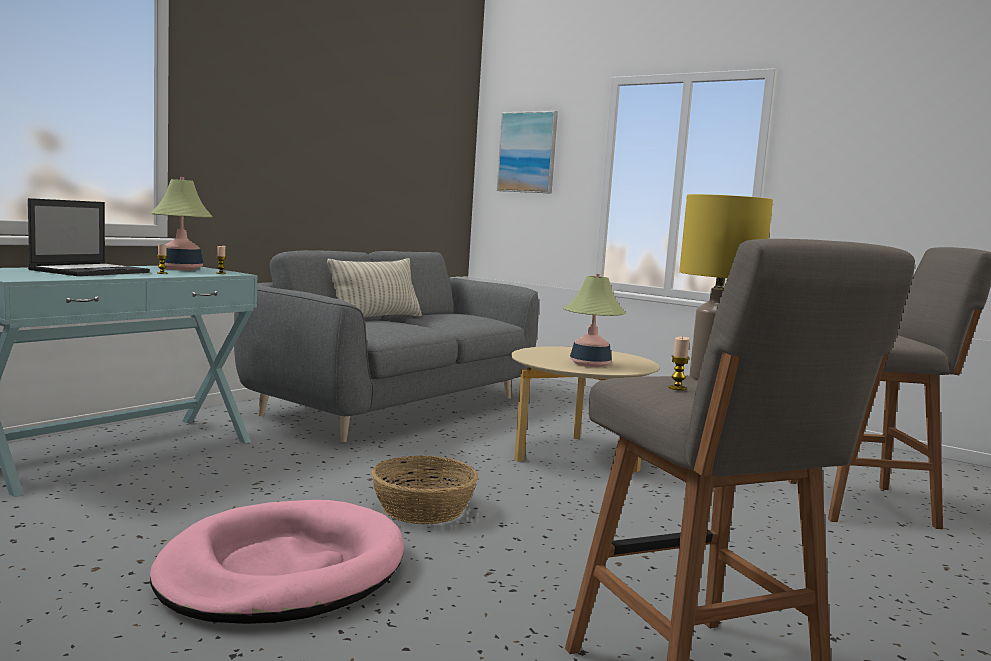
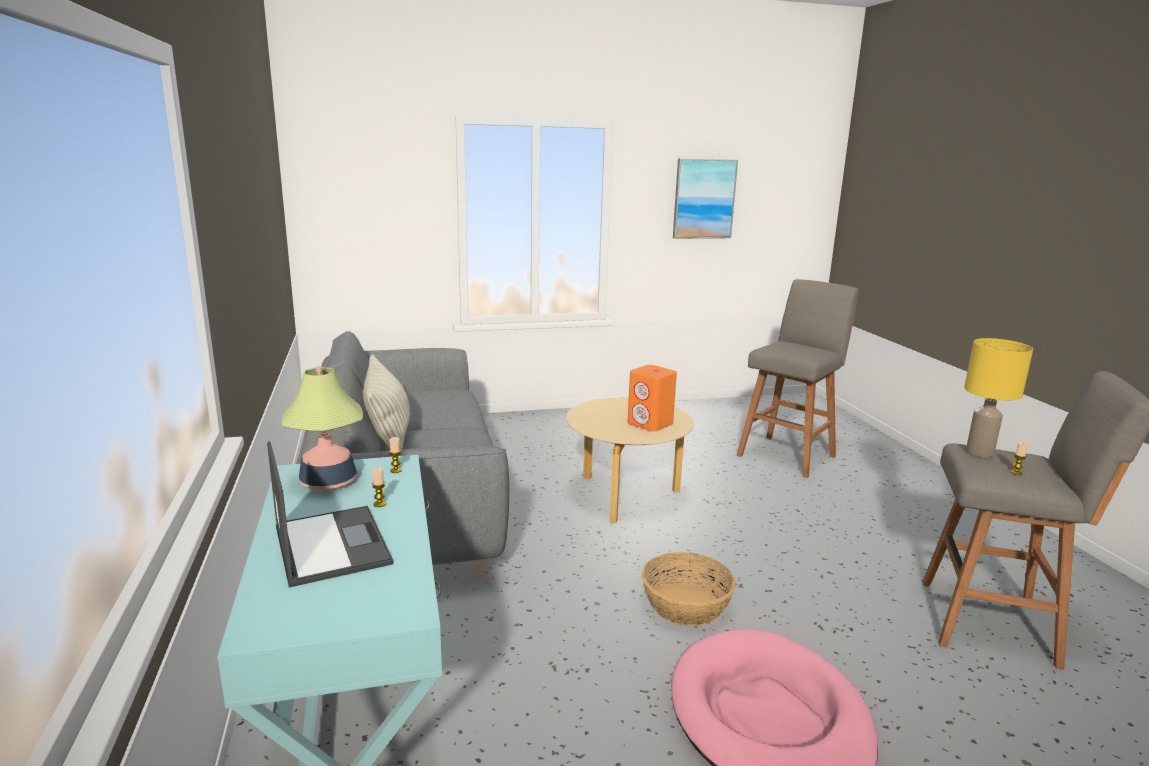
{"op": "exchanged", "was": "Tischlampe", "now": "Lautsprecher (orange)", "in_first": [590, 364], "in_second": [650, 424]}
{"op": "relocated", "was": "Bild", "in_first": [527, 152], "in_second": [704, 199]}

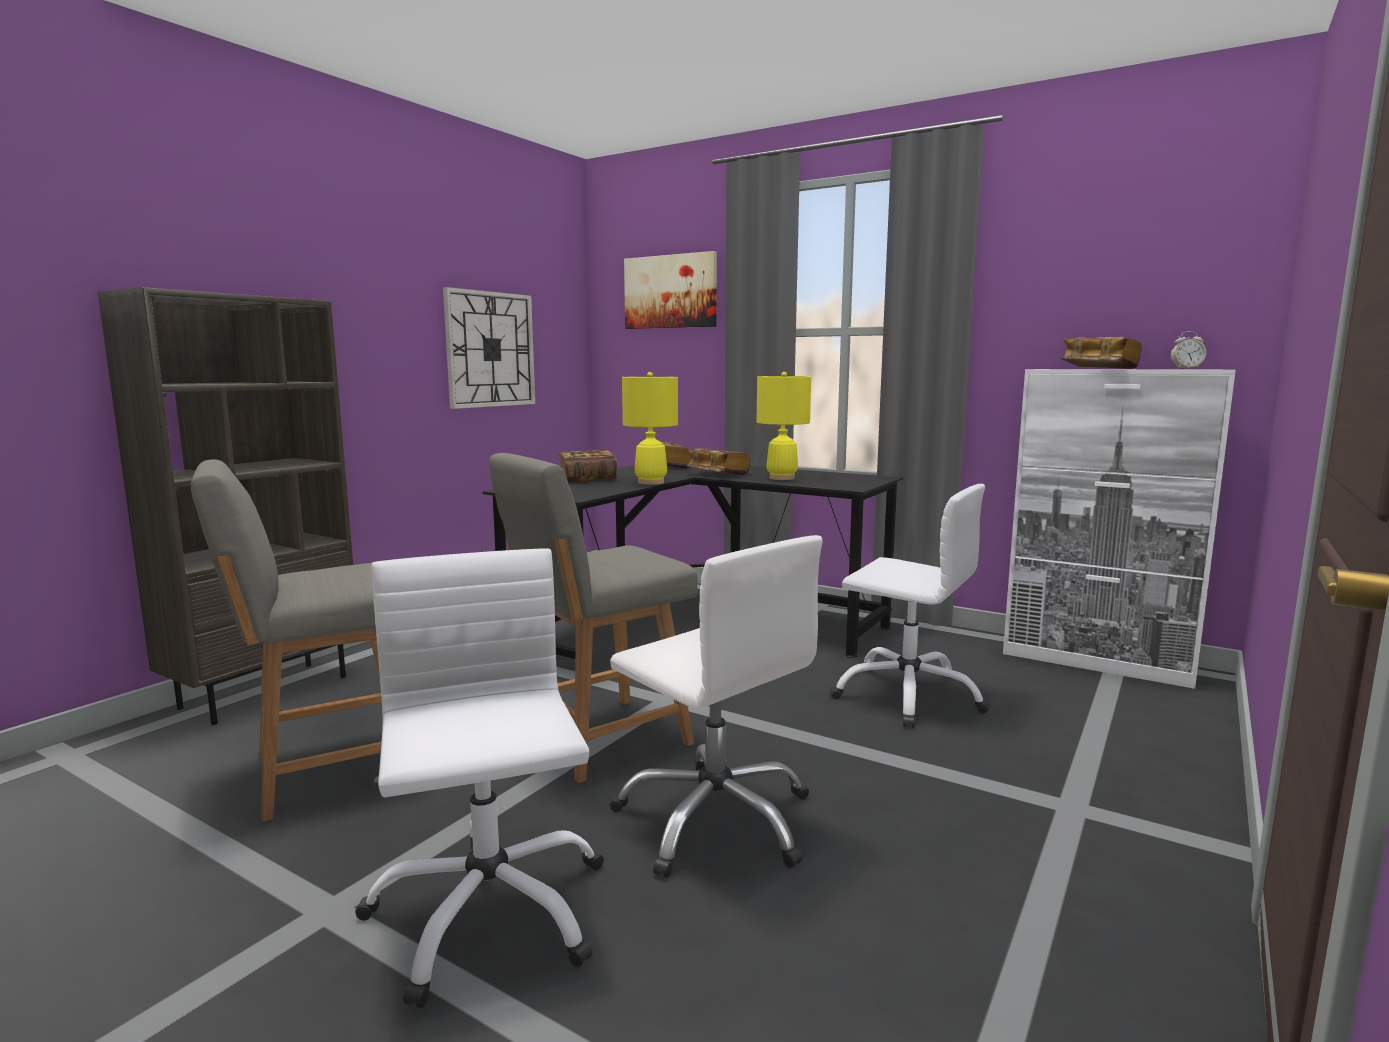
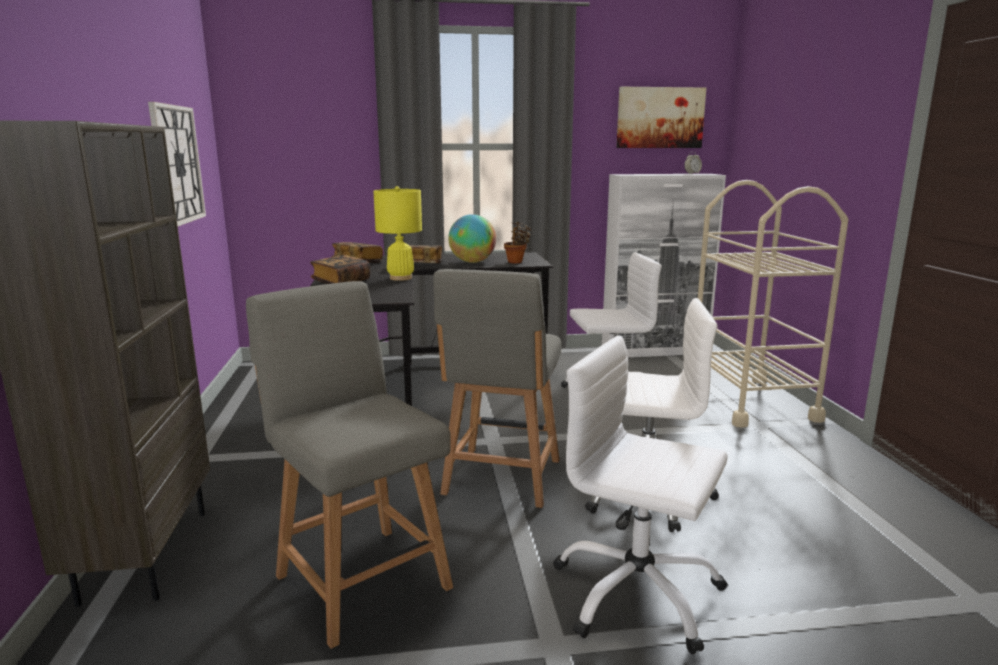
{"op": "spun", "was": "Stuhl (grau)", "in_first": [330, 771], "in_second": [360, 578], "clockwise": 120}
{"op": "exchanged", "was": "Tischlampe (gelb)", "now": "Globus", "in_first": [782, 478], "in_second": [472, 262]}
{"op": "appeared", "now": "Topfpflanze", "in_second": [516, 262]}
{"op": "relocated", "was": "Bild", "in_first": [671, 292], "in_second": [660, 118]}
{"op": "appeared", "now": "Rollwagen (beige)", "in_second": [750, 401]}
{"op": "missing", "was": "Buch", "in_first": [1099, 368]}

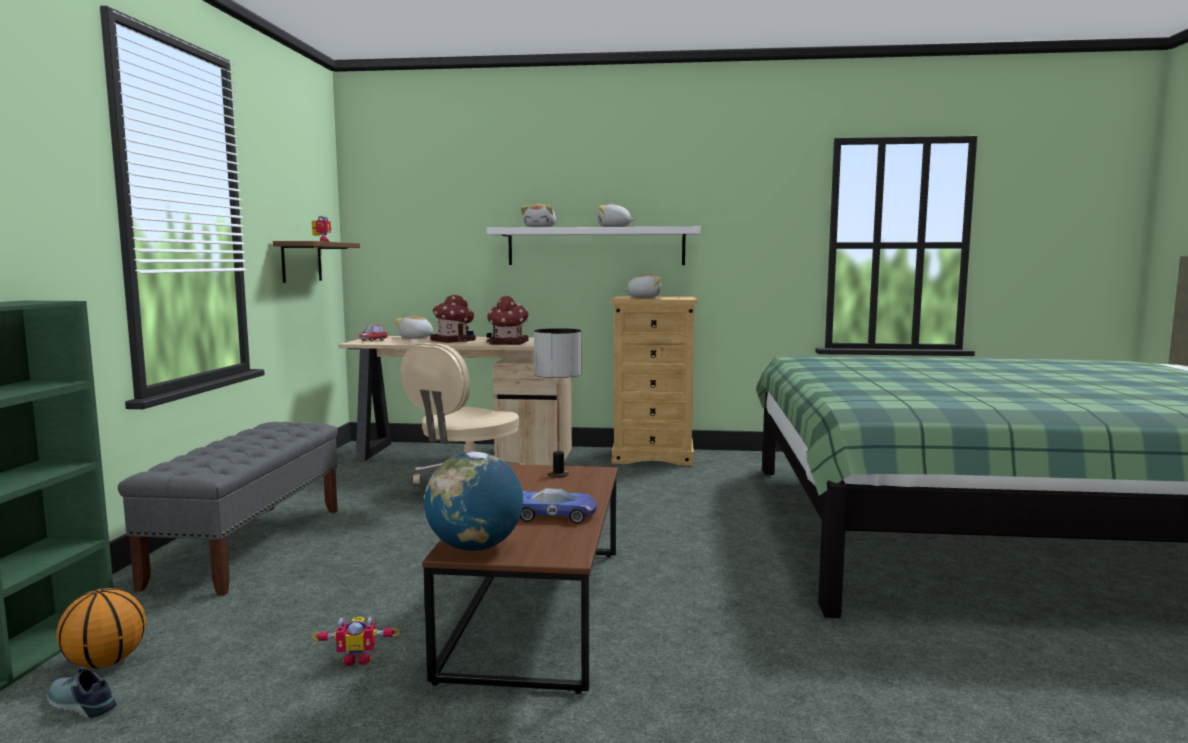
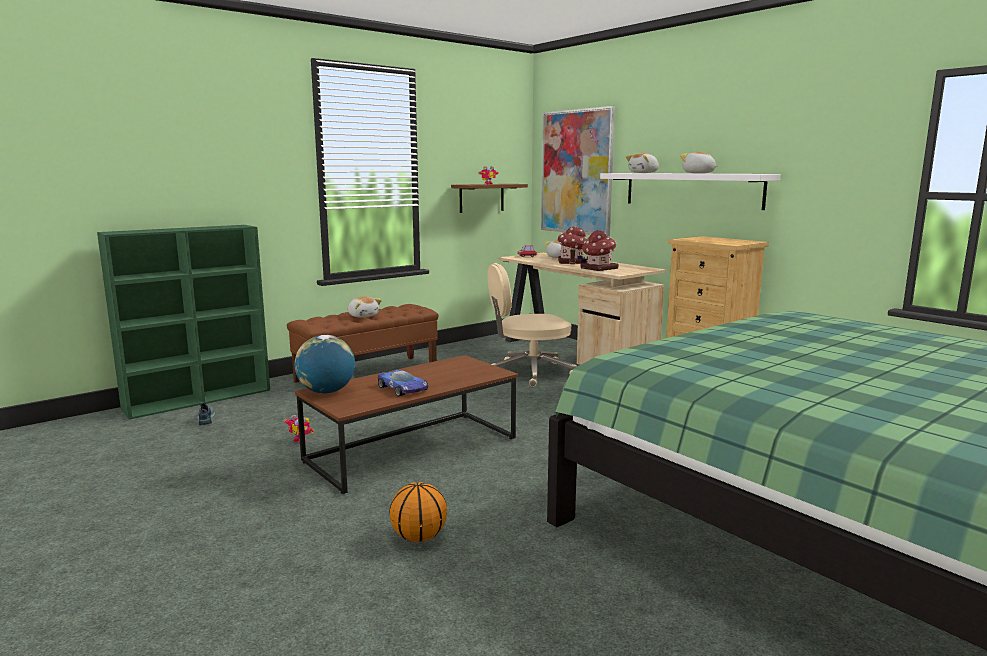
{"op": "colour", "was": "Bank (grau)", "now": "Bank (braun)", "in_first": [250, 545], "in_second": [368, 374]}
{"op": "relocated", "was": "Plüschtier", "in_first": [643, 297], "in_second": [363, 316]}
{"op": "relocated", "was": "Basketball", "in_first": [104, 662], "in_second": [418, 537]}
{"op": "appeared", "now": "Bild", "in_second": [576, 172]}
{"op": "missing", "was": "Tischlampe", "in_first": [558, 475]}

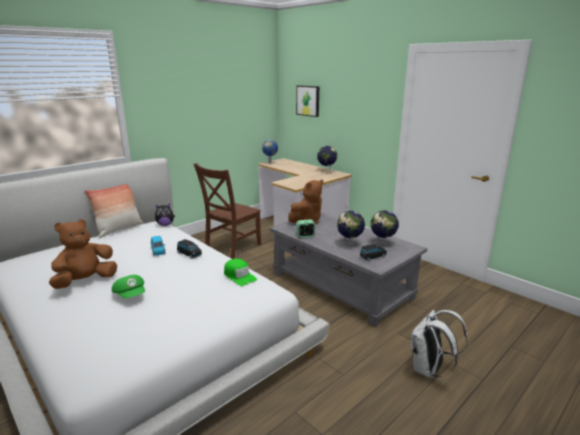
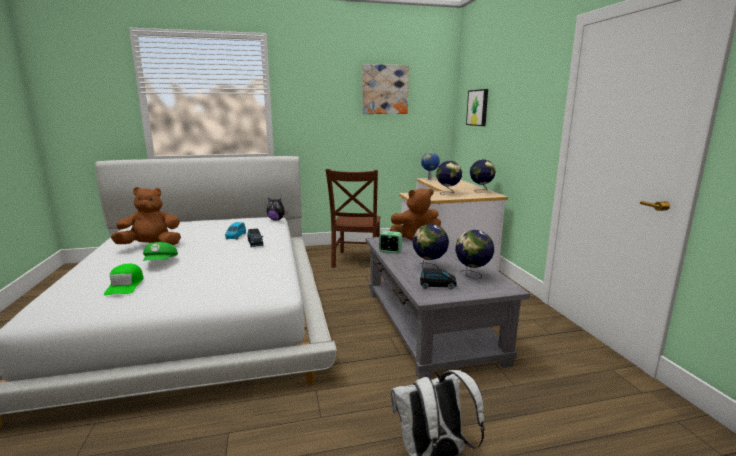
{"op": "relocated", "was": "Kappe (grün)", "in_first": [239, 276], "in_second": [125, 285]}
{"op": "spun", "was": "Stuhl (braun)", "in_first": [231, 247], "in_second": [356, 261], "clockwise": -60}
{"op": "appeared", "now": "Bild", "in_second": [385, 89]}
{"op": "appeared", "now": "Globus", "in_second": [448, 193]}
{"op": "missing", "was": "Kissen", "in_first": [119, 229]}

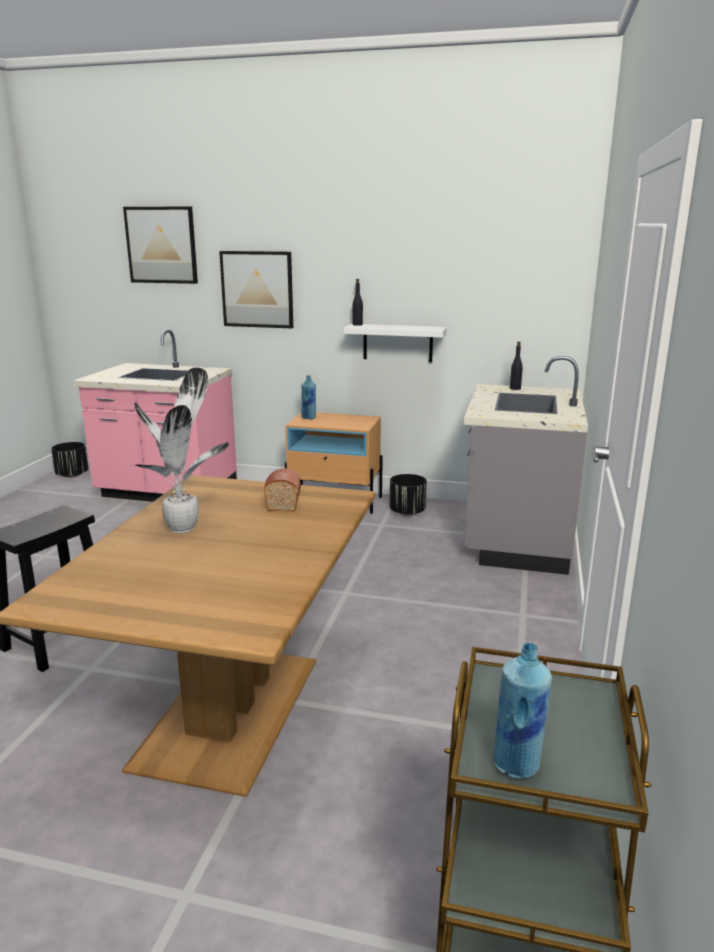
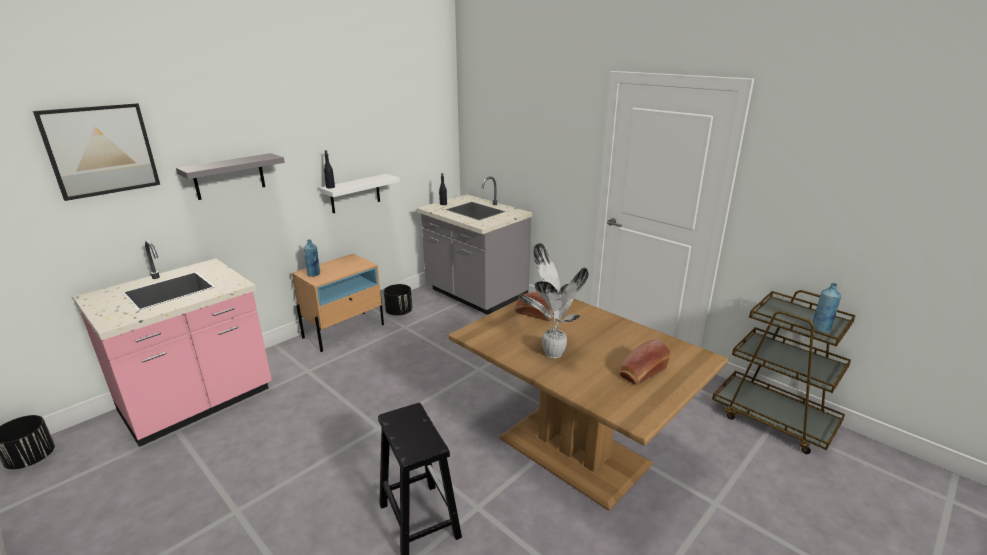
{"op": "exchanged", "was": "Bild", "now": "Wandregal (grau)", "in_first": [257, 289], "in_second": [229, 176]}
{"op": "appeared", "now": "Brot", "in_second": [641, 372]}

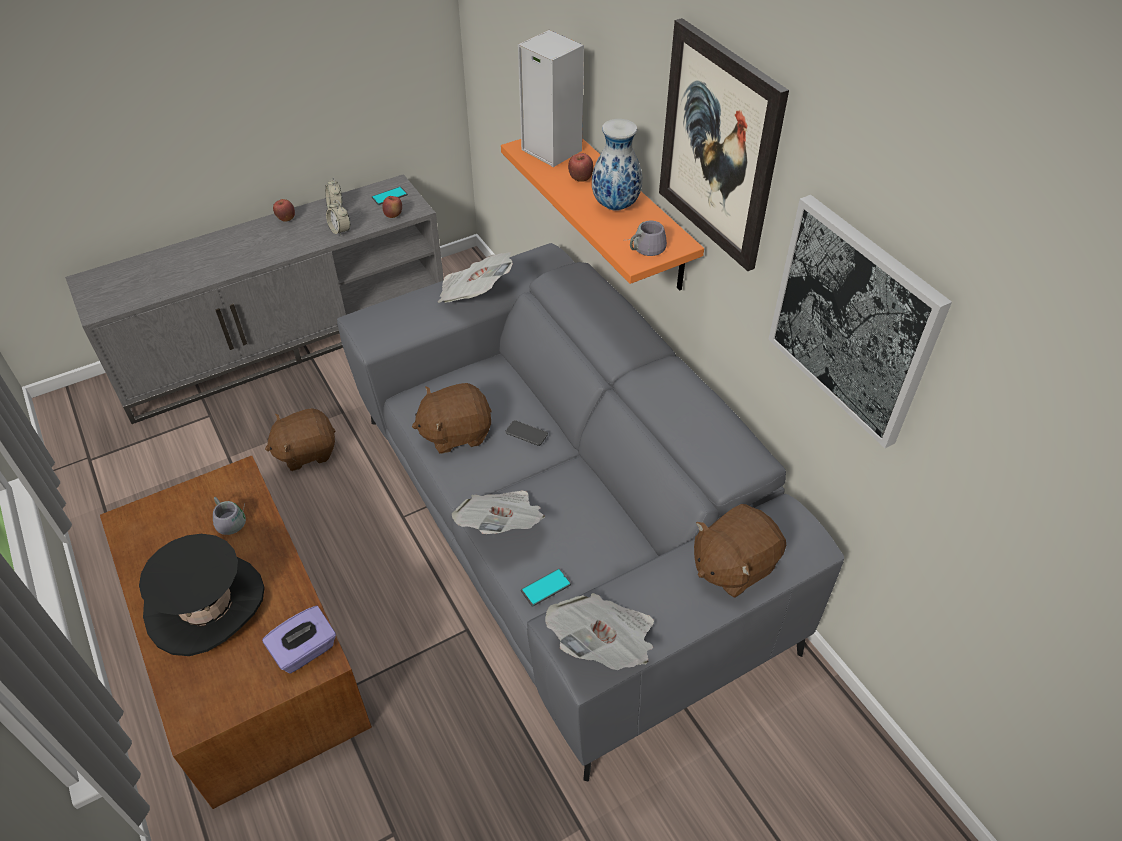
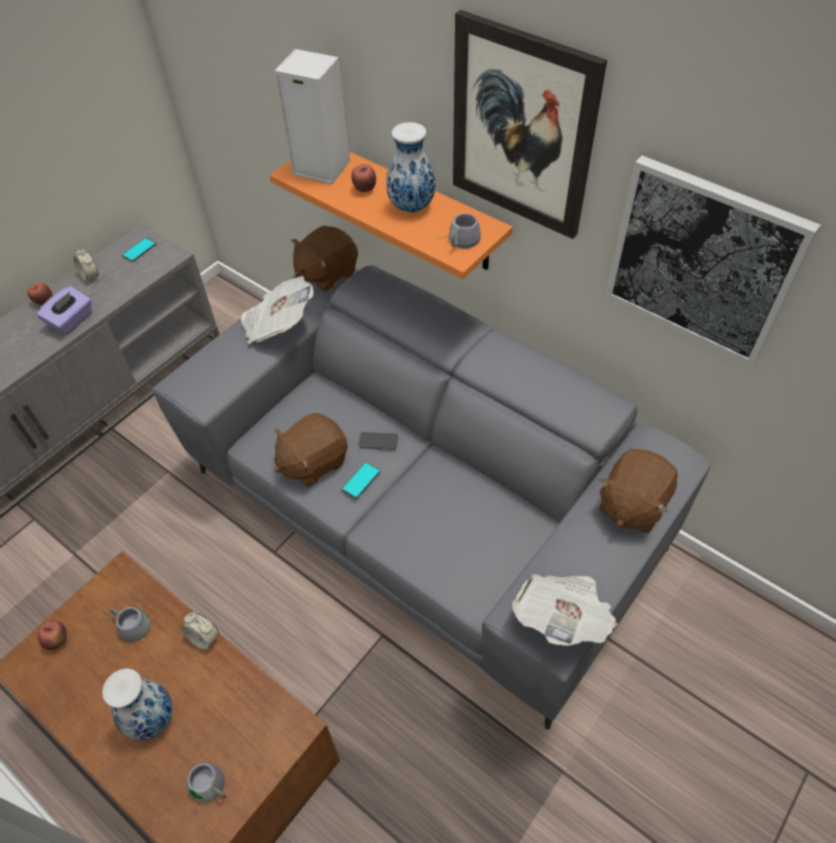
{"op": "relocated", "was": "Taschentuchbox (lila)", "in_first": [305, 651], "in_second": [72, 321]}
{"op": "relocated", "was": "Apfel", "in_first": [393, 215], "in_second": [58, 641]}
{"op": "exchanged", "was": "Hut (schwarz)", "now": "Vase", "in_first": [205, 604], "in_second": [151, 718]}
{"op": "relocated", "was": "Wecker", "in_first": [340, 230], "in_second": [204, 638]}
{"op": "appeared", "now": "Henkelbecher (grau)", "in_second": [208, 790]}
{"op": "relocated", "was": "Plüschtier (braun)", "in_first": [306, 452], "in_second": [326, 273]}
{"op": "relocated", "was": "Handy", "in_first": [546, 588], "in_second": [361, 481]}
{"op": "missing", "was": "Zeitung", "in_first": [501, 525]}

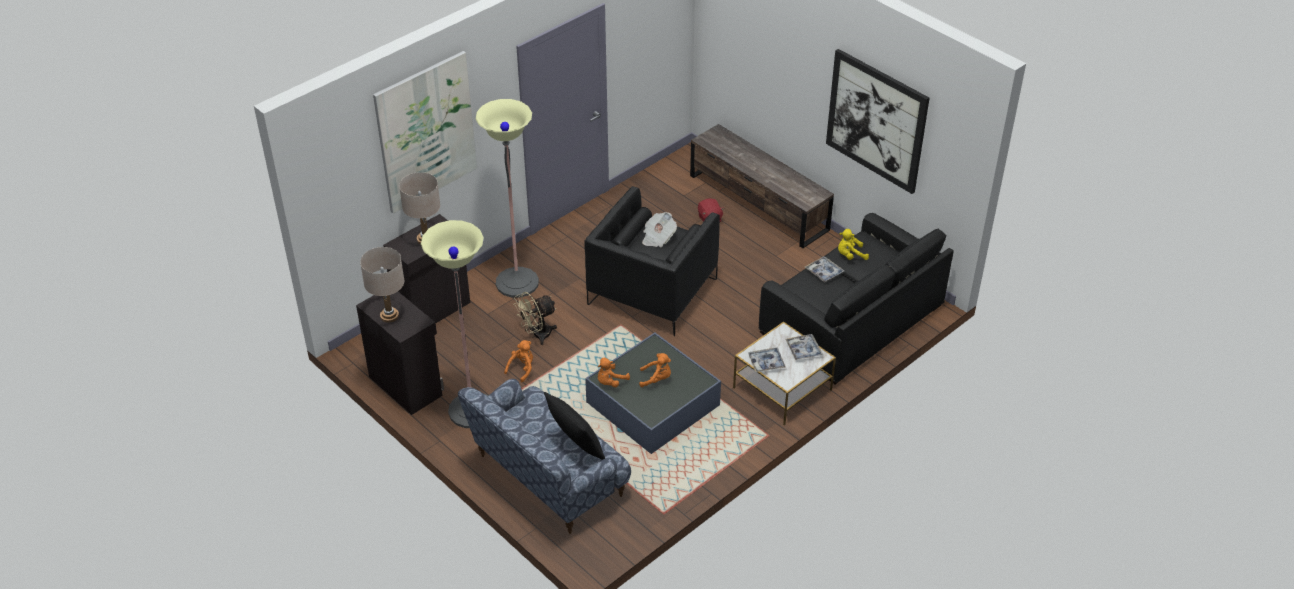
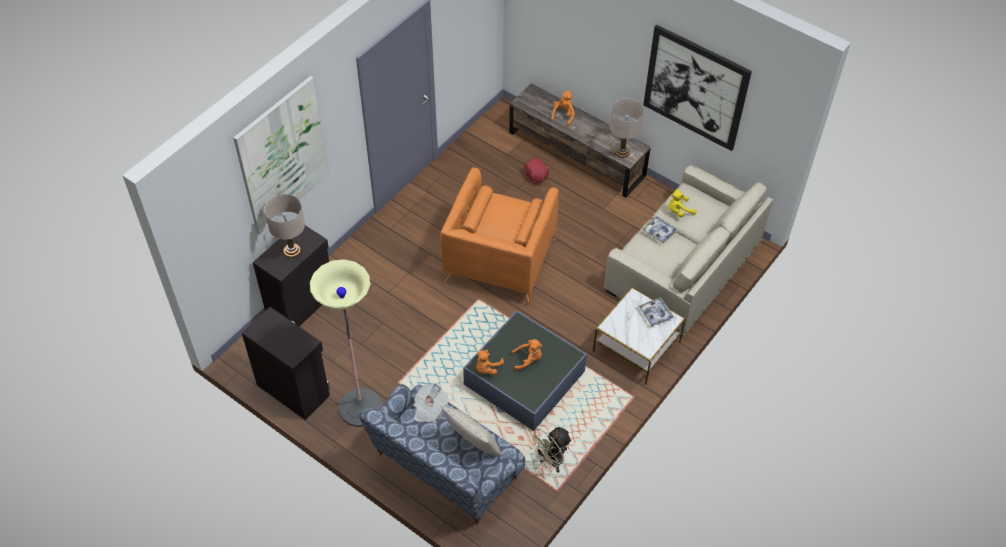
{"op": "relocated", "was": "Zeitung", "in_first": [658, 237], "in_second": [429, 409]}
{"op": "colour", "was": "Sessel (schwarz)", "now": "Sessel (orange)", "in_first": [652, 292], "in_second": [500, 260]}
{"op": "colour", "was": "Kissen (schwarz)", "now": "Kissen (beige)", "in_first": [576, 447], "in_second": [472, 445]}
{"op": "relocated", "was": "Ventilator (beige)", "in_first": [537, 335], "in_second": [550, 461]}
{"op": "relocated", "was": "Plüschtier (orange)", "in_first": [522, 369], "in_second": [563, 115]}
{"op": "colour", "was": "Sofa (schwarz)", "now": "Sofa (beige)", "in_first": [852, 319], "in_second": [683, 267]}
{"op": "relocated", "was": "Tischlampe (beige)", "in_first": [389, 316], "in_second": [622, 152]}
{"op": "missing", "was": "Stehlampe", "in_first": [517, 283]}
{"op": "missing", "was": "Tablett", "in_first": [766, 362]}

